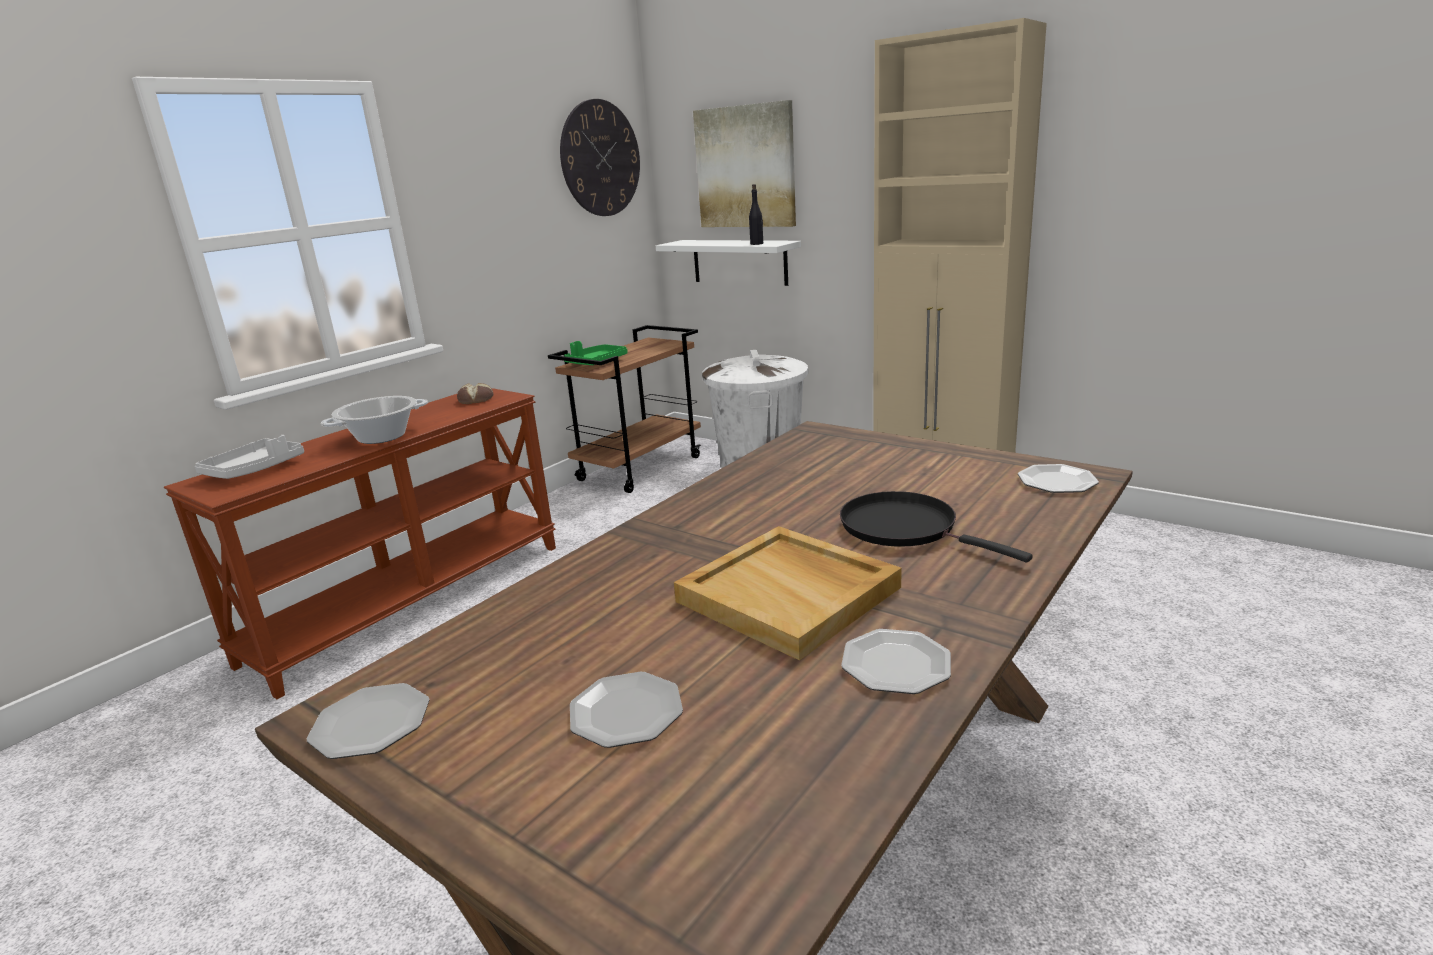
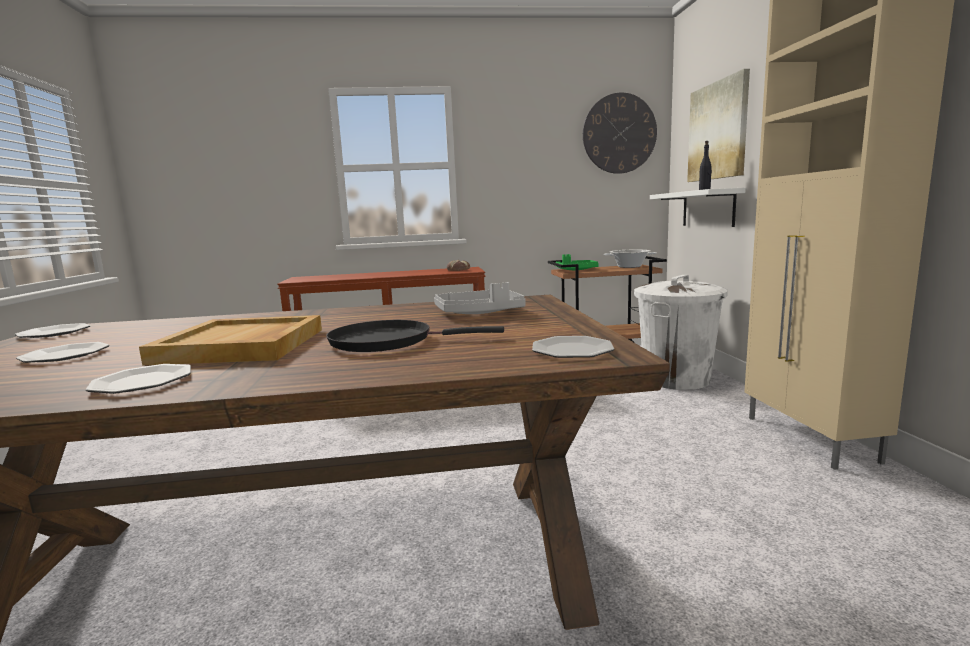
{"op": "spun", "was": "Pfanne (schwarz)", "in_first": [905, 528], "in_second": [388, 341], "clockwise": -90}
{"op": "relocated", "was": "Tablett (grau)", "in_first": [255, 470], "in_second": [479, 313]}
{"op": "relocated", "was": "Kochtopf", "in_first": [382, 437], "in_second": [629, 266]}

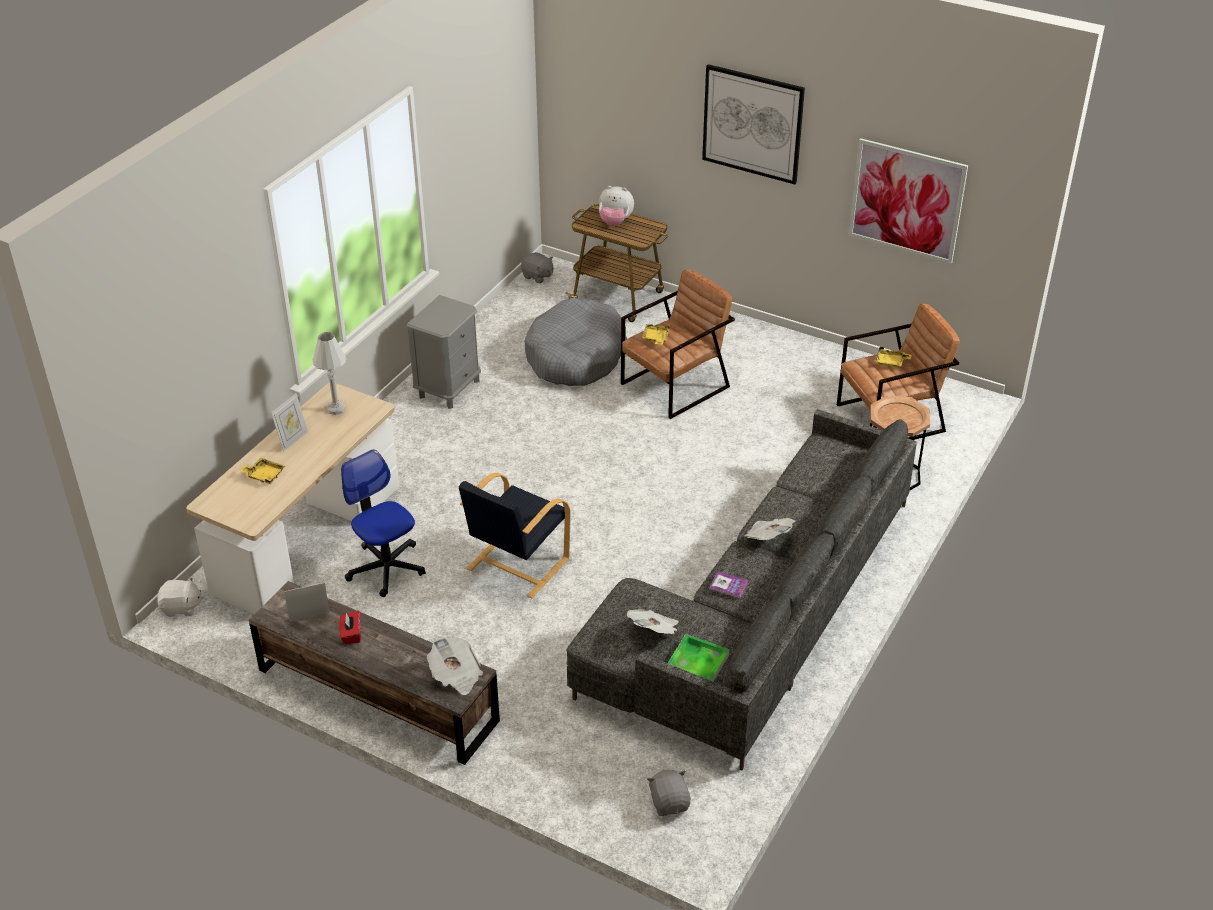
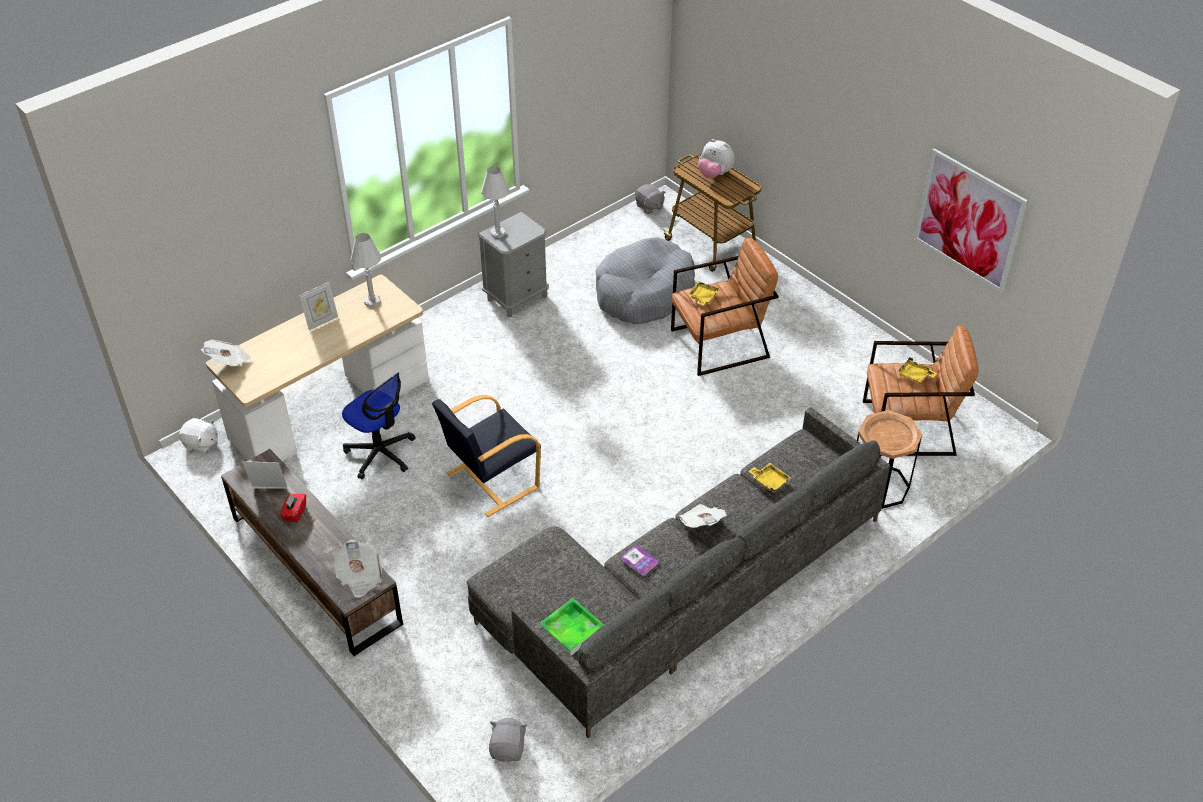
{"op": "relocated", "was": "Zeitung", "in_first": [654, 631], "in_second": [230, 362]}
{"op": "spun", "was": "Bürostuhl", "in_first": [386, 568], "in_second": [380, 453], "clockwise": 150}
{"op": "appeared", "now": "Tischlampe (weiß)", "in_second": [497, 233]}
{"op": "relocated", "was": "Tablett (gelb)", "in_first": [264, 475], "in_second": [769, 481]}
{"op": "missing", "was": "Bild", "in_first": [752, 124]}

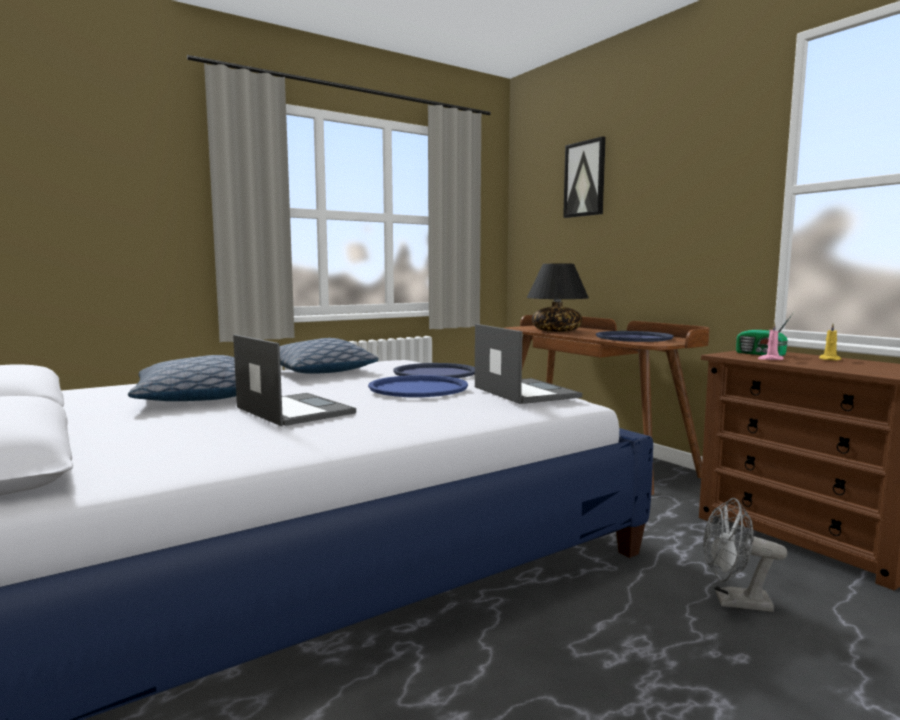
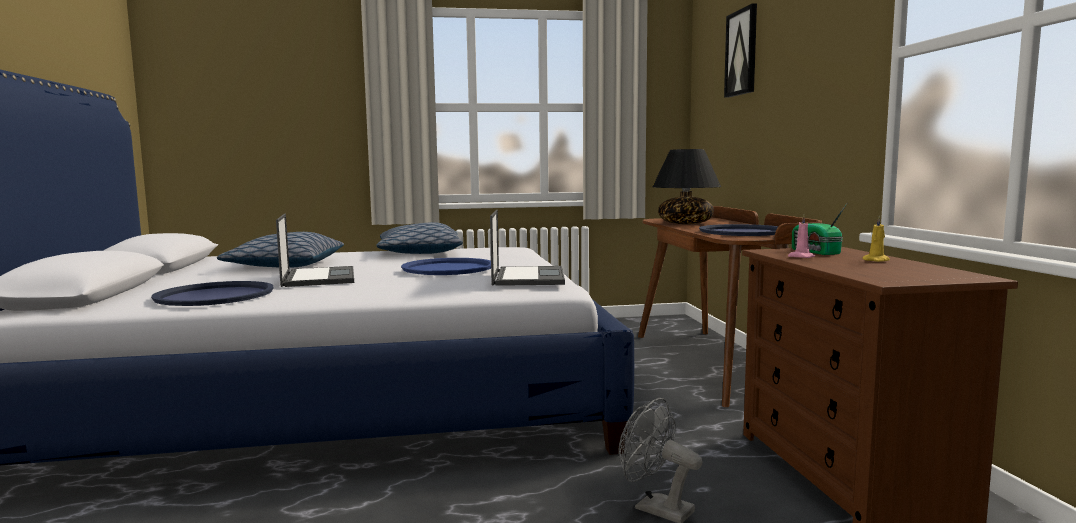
{"op": "relocated", "was": "Tablett (blau)", "in_first": [435, 373], "in_second": [215, 295]}

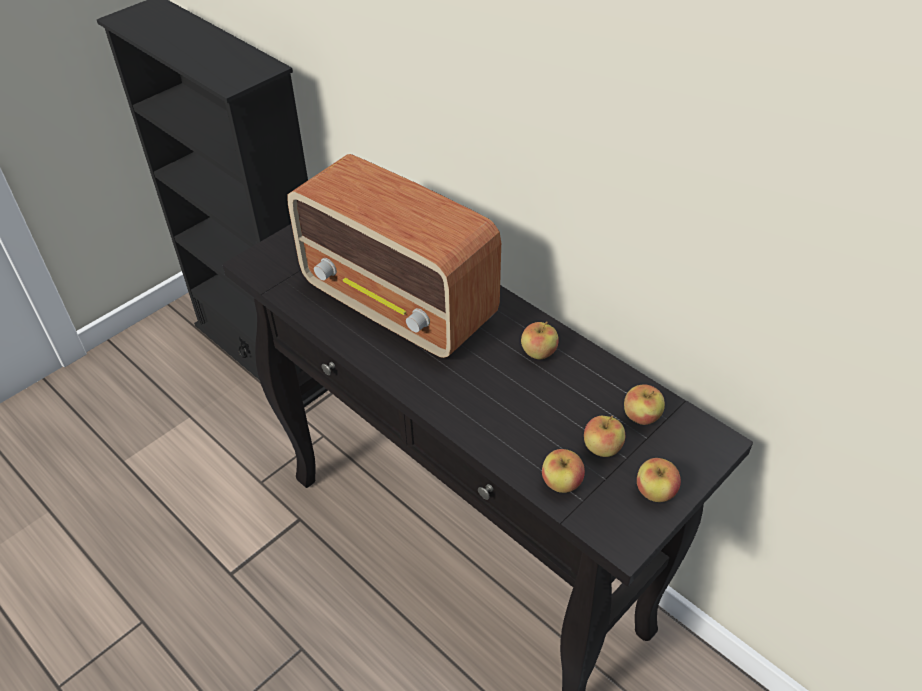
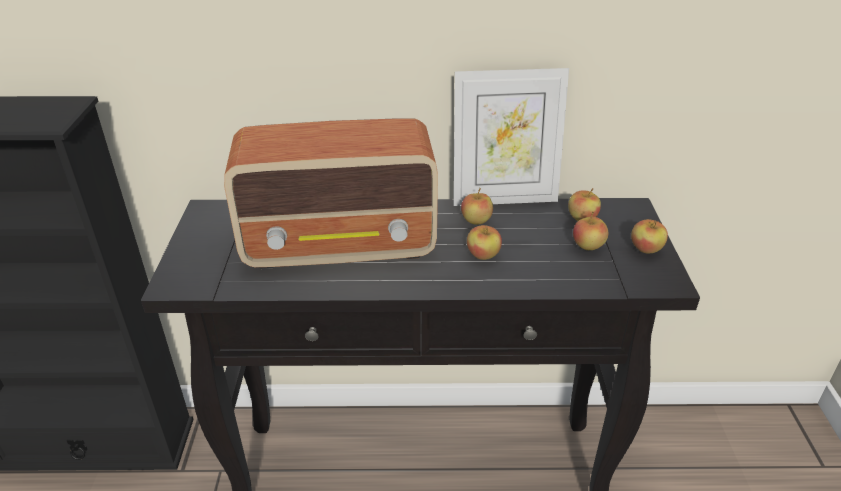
{"op": "appeared", "now": "Bilderrahmen", "in_second": [503, 197]}
{"op": "relocated", "was": "Apfel", "in_first": [561, 483], "in_second": [483, 255]}

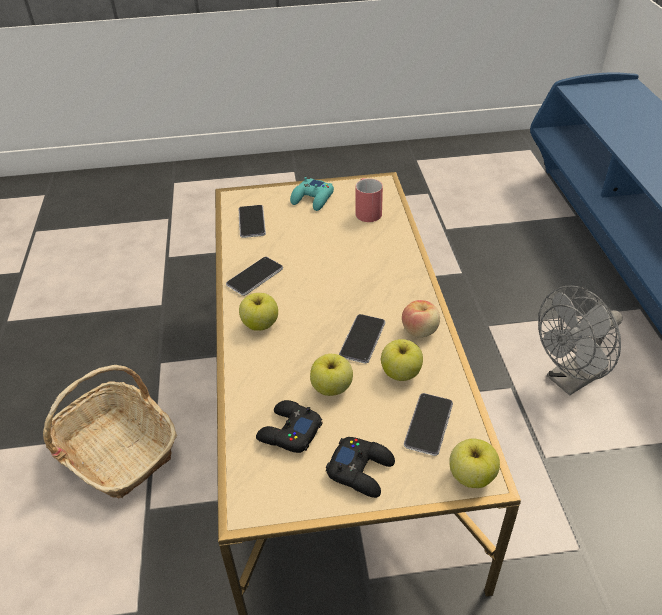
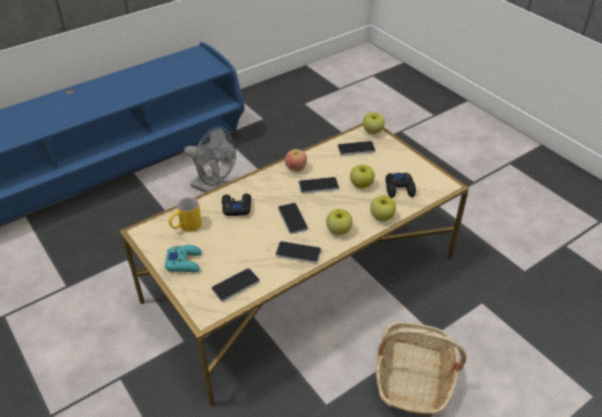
{"op": "colour", "was": "Henkelbecher (rot)", "now": "Henkelbecher (gelb)", "in_first": [366, 210], "in_second": [186, 227]}
{"op": "relocated", "was": "Gamepad (schwarz)", "in_first": [361, 470], "in_second": [236, 207]}
{"op": "appeared", "now": "Handy", "in_second": [292, 219]}
{"op": "relocated", "was": "Apfel", "in_first": [401, 373], "in_second": [382, 217]}

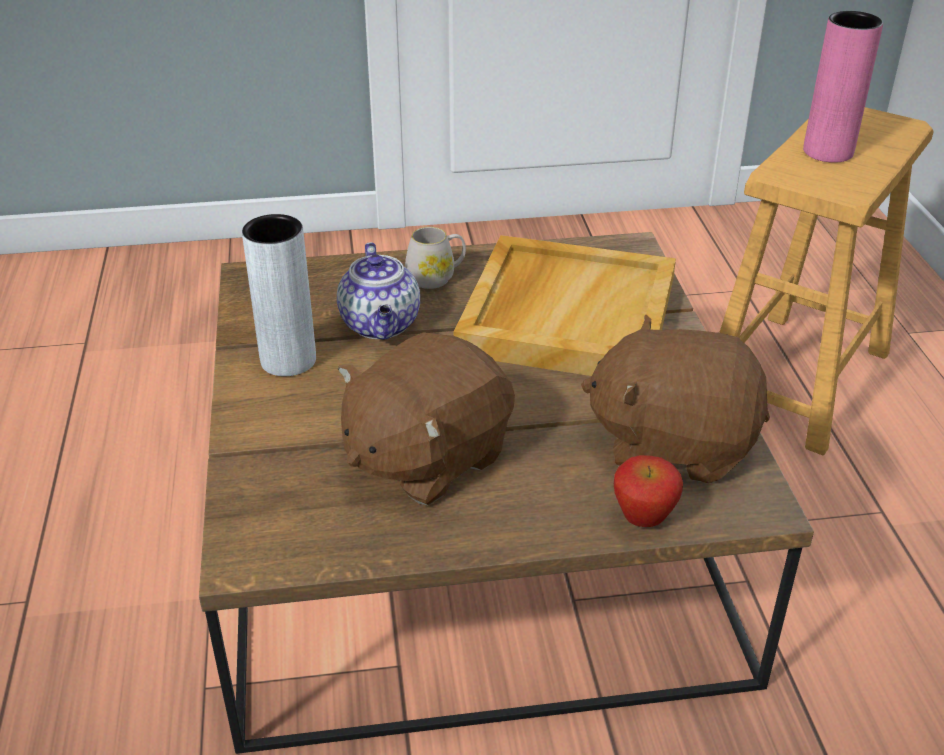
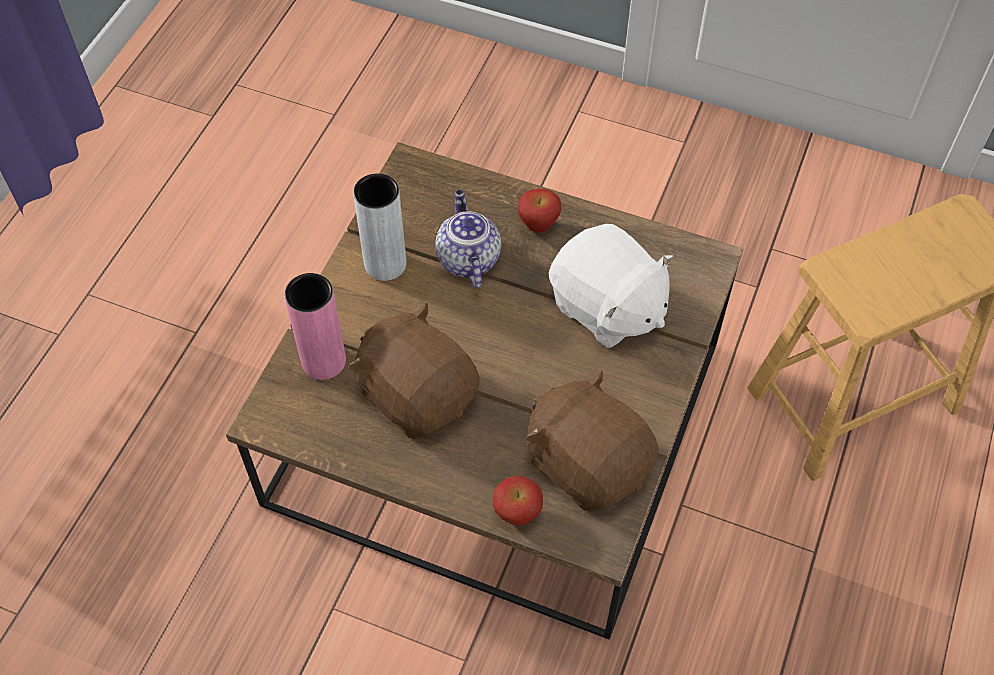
{"op": "relocated", "was": "Vase (rosa)", "in_first": [828, 152], "in_second": [323, 361]}
{"op": "spun", "was": "Plüschtier (braun)", "in_first": [425, 457], "in_second": [418, 394], "clockwise": 60}
{"op": "spun", "was": "Teekanne", "in_first": [381, 325], "in_second": [467, 258], "clockwise": 150}
{"op": "exchanged", "was": "Henkelbecher (weiß)", "now": "Apfel", "in_first": [436, 277], "in_second": [538, 226]}
{"op": "exchanged", "was": "Tablett (beige)", "now": "Plüschtier (weiß)", "in_first": [567, 314], "in_second": [606, 308]}

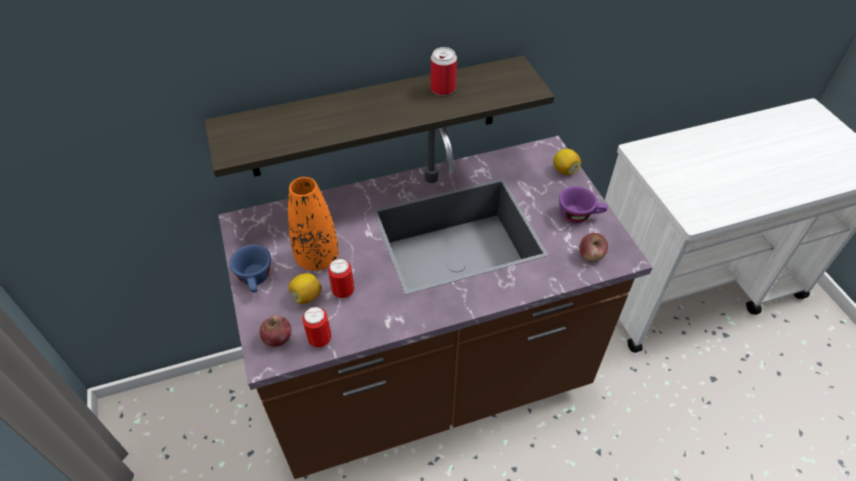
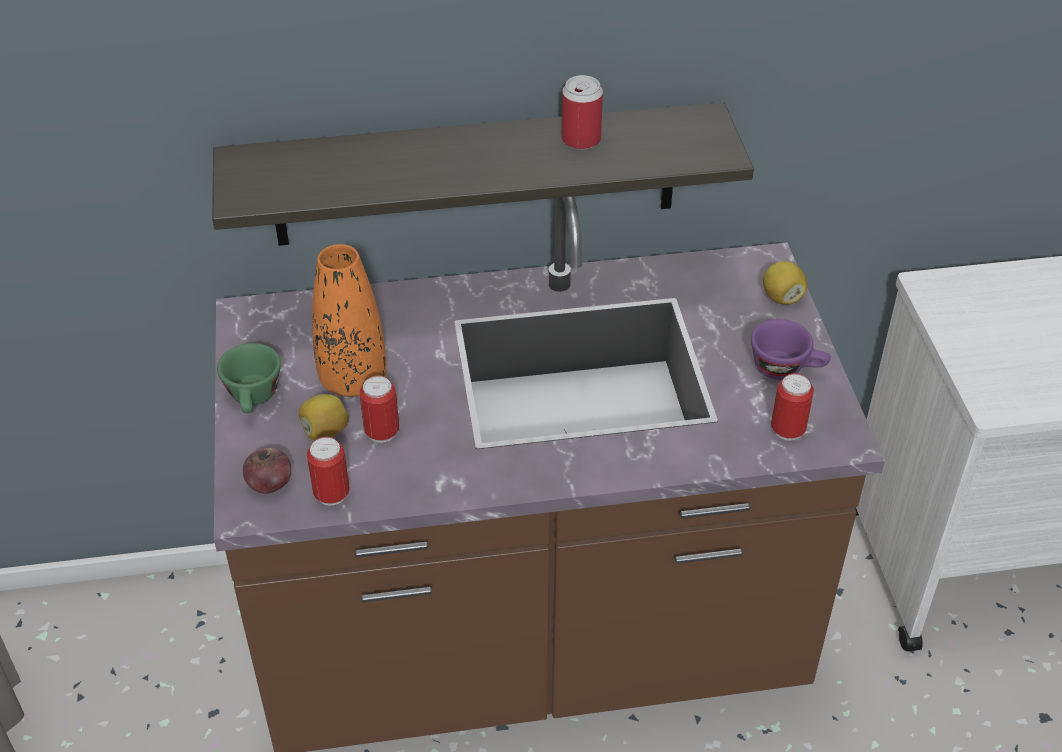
{"op": "colour", "was": "Tasse (blau)", "now": "Tasse (grün)", "in_first": [256, 280], "in_second": [254, 399]}
{"op": "exchanged", "was": "Apfel", "now": "Dose", "in_first": [591, 255], "in_second": [787, 430]}

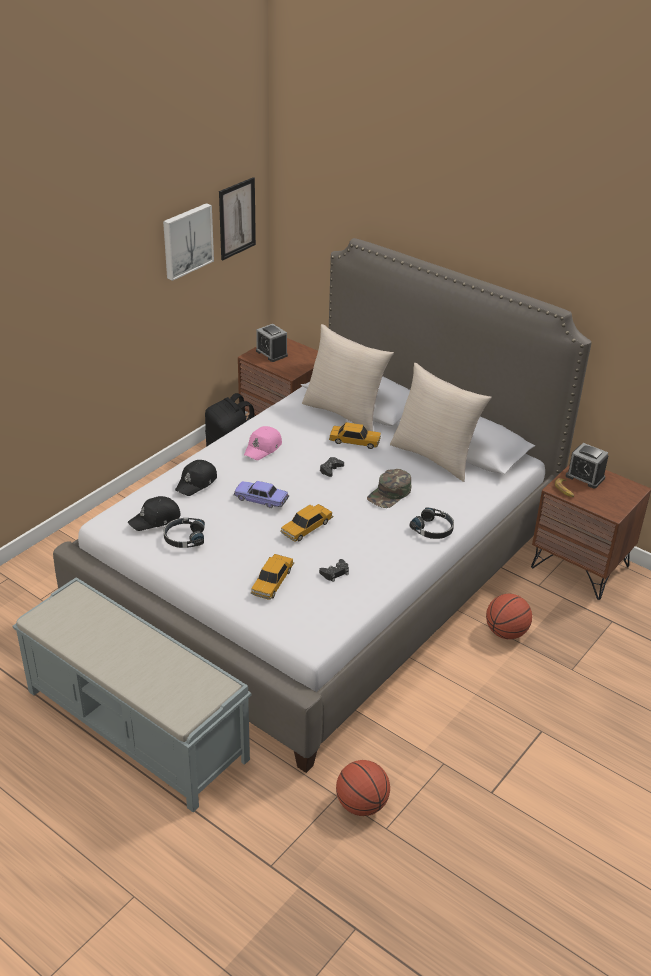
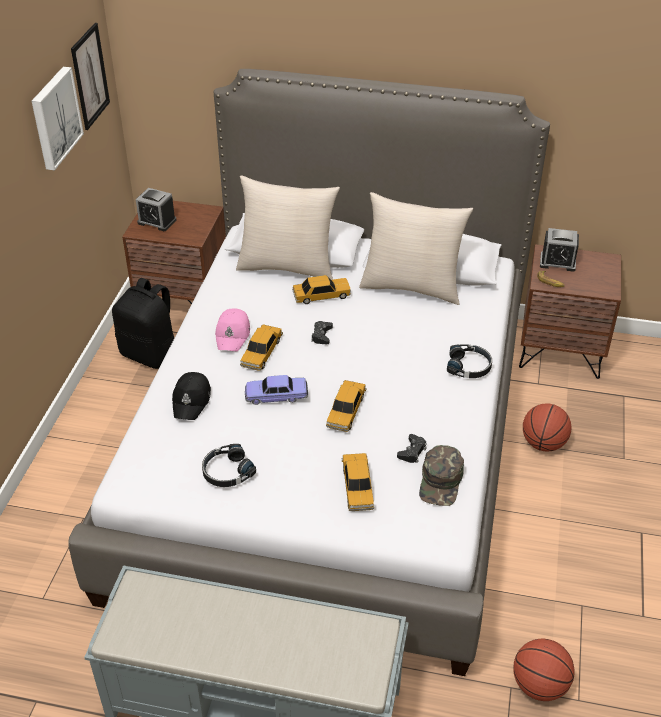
{"op": "appeared", "now": "Spielzeugauto", "in_second": [261, 352]}
{"op": "relocated", "was": "Kappe (grün)", "in_first": [390, 494], "in_second": [441, 481]}
{"op": "missing", "was": "Kappe (schwarz)", "in_first": [155, 519]}

